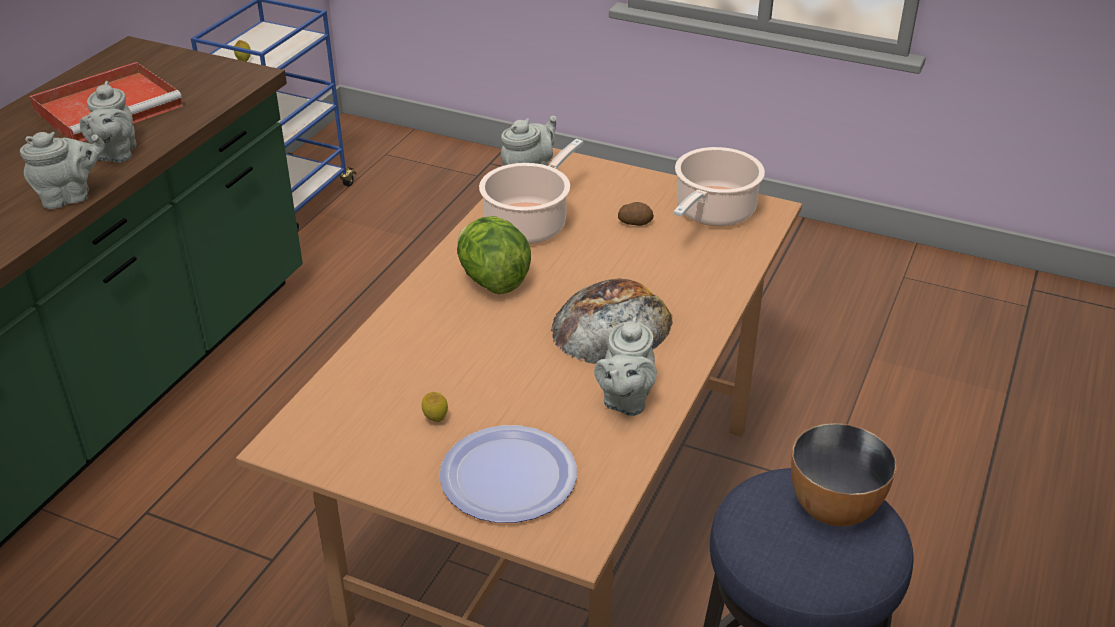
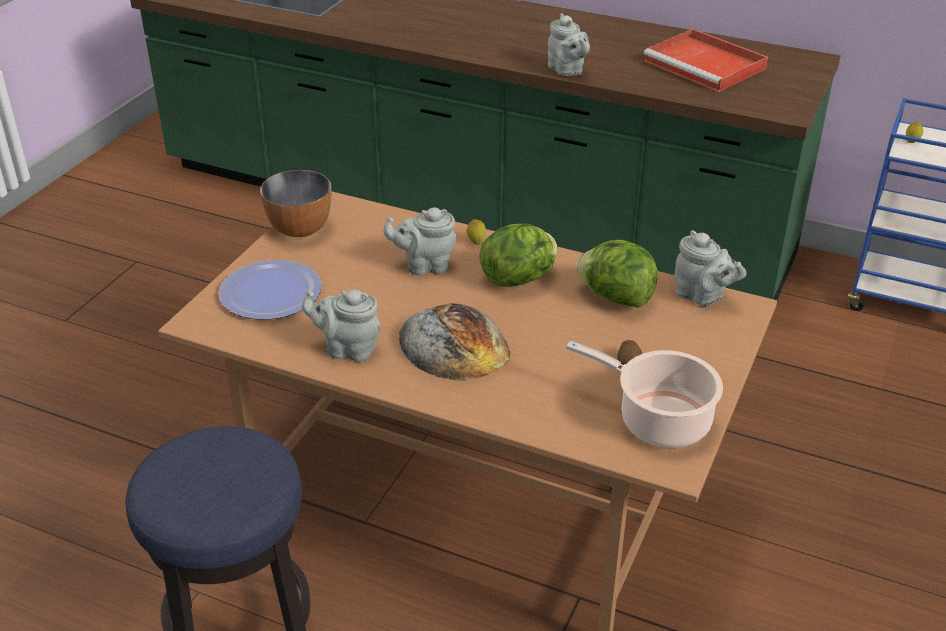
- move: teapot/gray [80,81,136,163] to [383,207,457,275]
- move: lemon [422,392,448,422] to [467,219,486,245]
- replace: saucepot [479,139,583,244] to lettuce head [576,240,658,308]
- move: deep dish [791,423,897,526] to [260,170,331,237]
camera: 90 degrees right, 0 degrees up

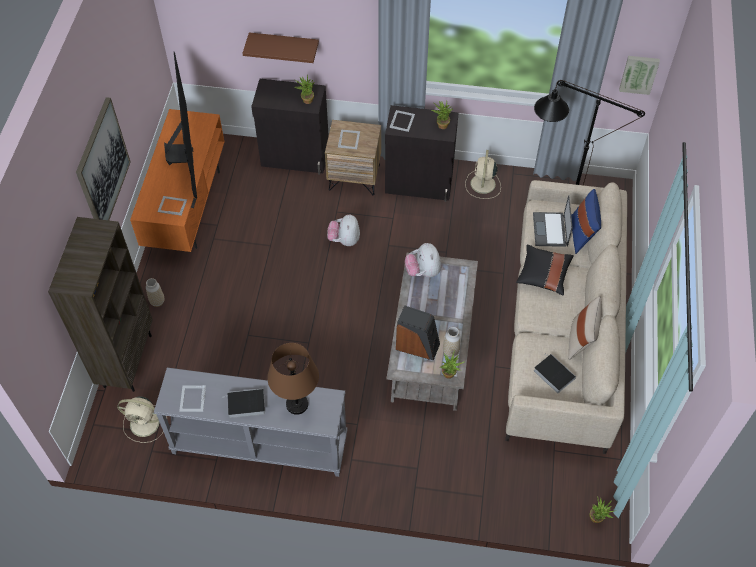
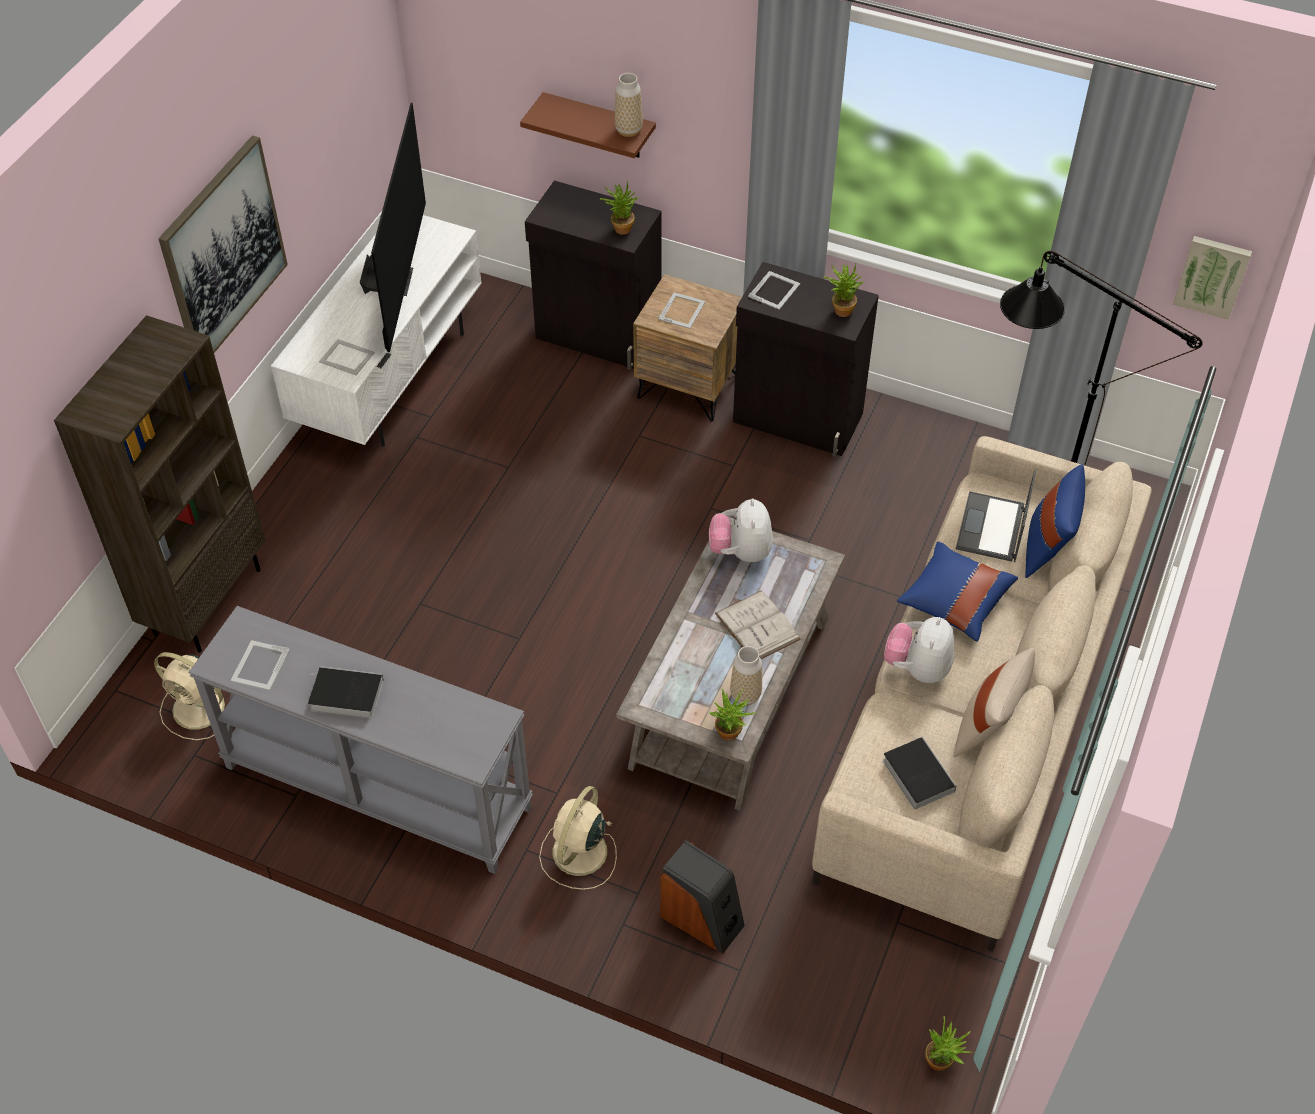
- recolor: tv unit/orangey [130,109,225,252] to tv unit/white [271,215,482,447]
- move: vase [146,278,165,307] to [615,73,643,137]
- delete: tabletop lamp/brownish [267,343,319,415]
- move: soft toy [327,214,360,246] to [884,617,954,683]
- move: audio speaker [396,306,440,360] to [660,840,745,954]
- move: electric fan/beige-coloured [465,150,501,199] to [539,786,617,890]
- recolor: pillow/blackish [516,244,574,295] to pillow/blue [897,541,1018,641]
- insert: bound book/white [715,590,801,659]
camera: 15 degrees right, 5 degrees down

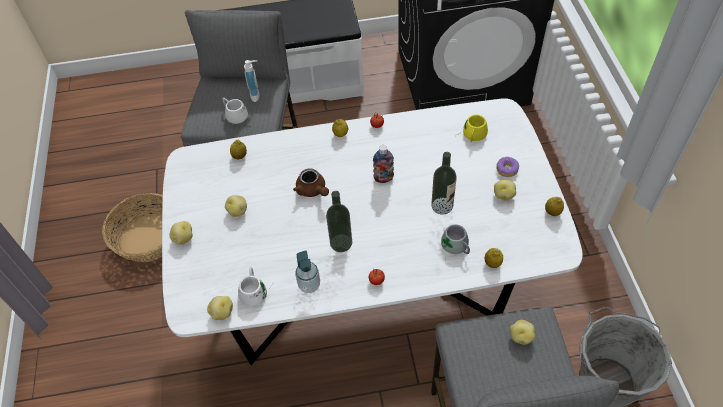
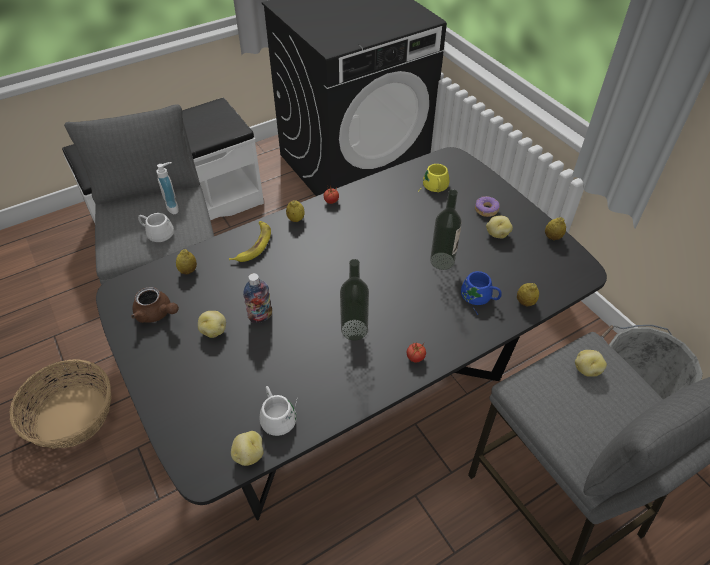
- recolor: dinner table/white [162,98,583,365] to dinner table/blackish [96,147,607,521]
- delete: whole potato [170,221,193,244]
- move: teapot/brownish [293,169,329,197] to [131,287,179,323]
- delete: soap bottle [295,250,320,293]
- move: drink bottle [373,145,394,183] to [243,273,272,323]
- recolor: mug/gray [441,224,470,256] to mug/blue [461,271,502,313]
- insert: banana [229,221,271,262]
camera: 25 degrees left, 5 degrees down

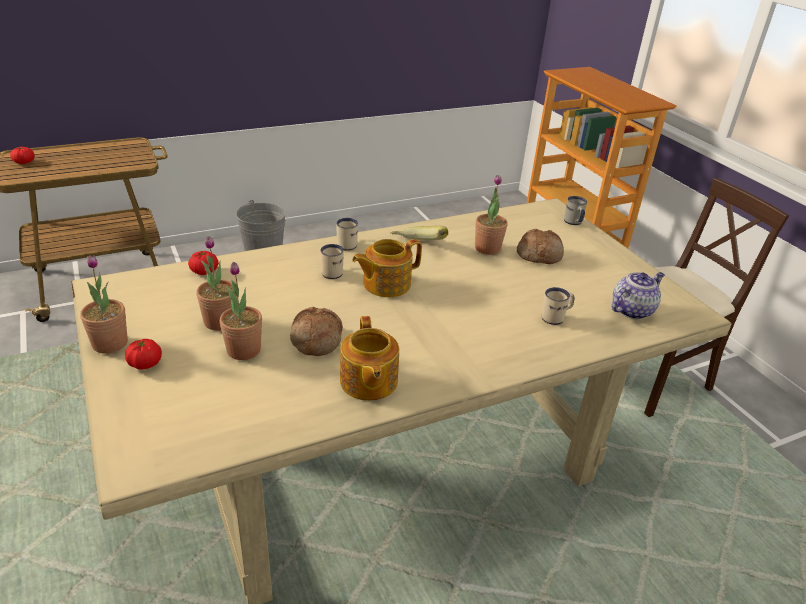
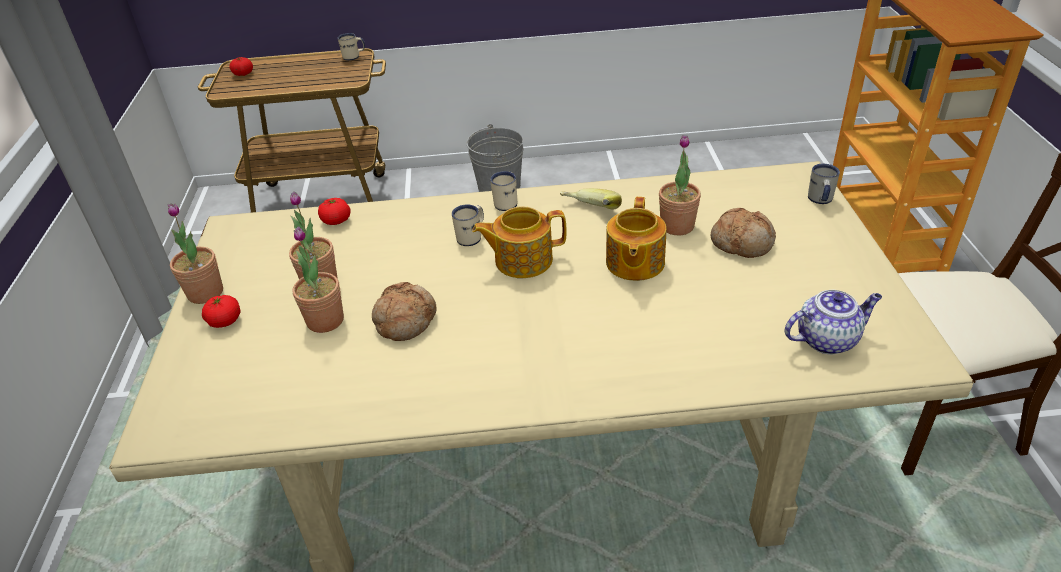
- move: teapot [340,316,399,401] to [606,197,666,281]
- move: mug/beige-coloured [542,287,574,325] to [338,33,365,61]
camera: 25 degrees right, 5 degrees up

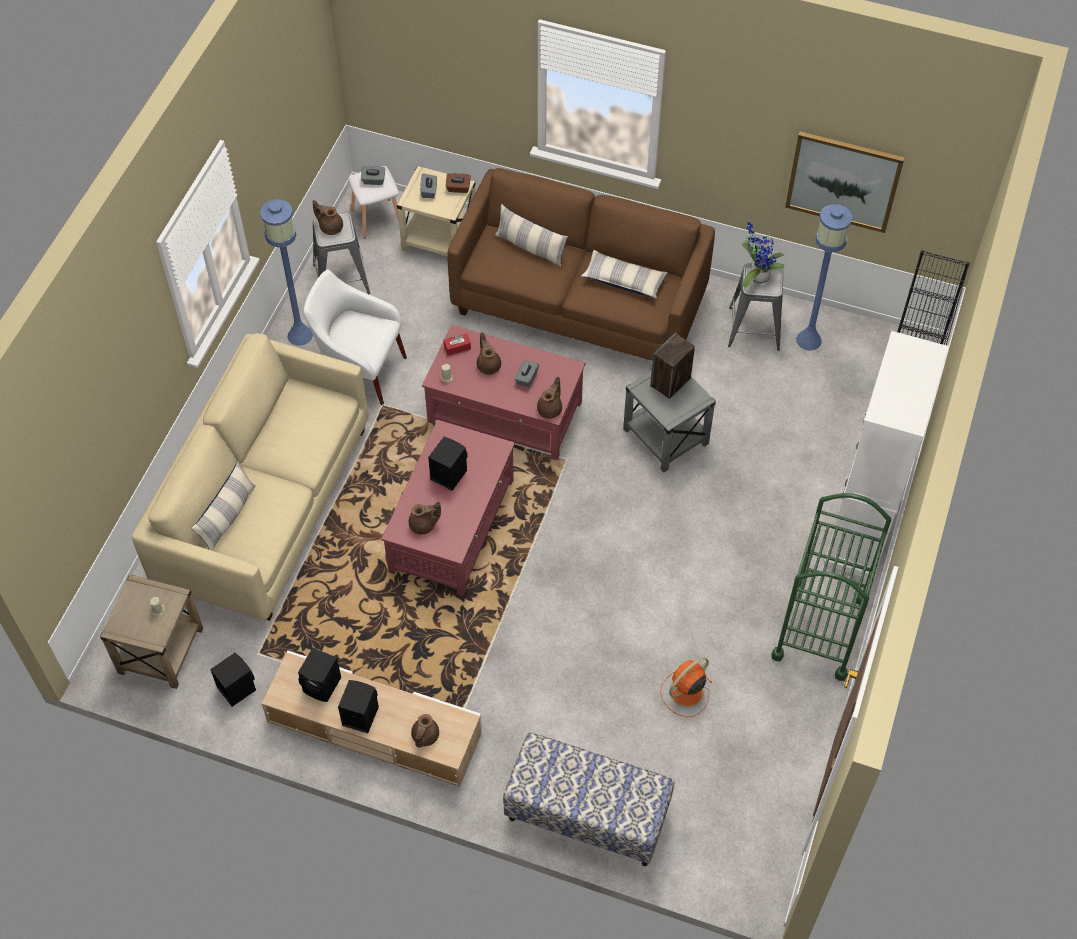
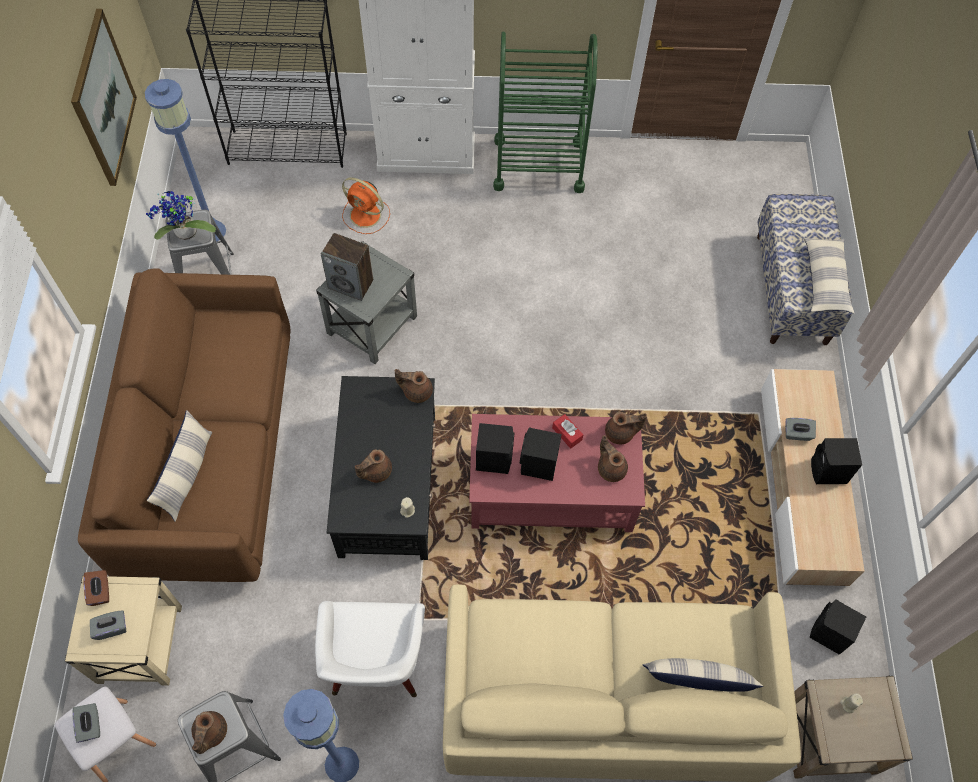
- move: audio speaker/blackish [298,648,341,702] to [476,423,515,474]
- move: teapot/brownish [411,714,439,748] to [605,412,647,444]
- recolor: low table/reddish [422,325,585,460] to low table/blackish [326,376,435,560]
- move: tissue box/reddish [444,333,471,356] to [552,414,583,449]
- move: tissue box/gray [515,361,539,388] to [785,418,816,441]
- move: pillow [581,250,668,299] to [804,238,854,313]
- move: electric fan/orangey [660,657,713,717] to [342,177,390,234]
camera: 110 degrees left, 5 degrees up

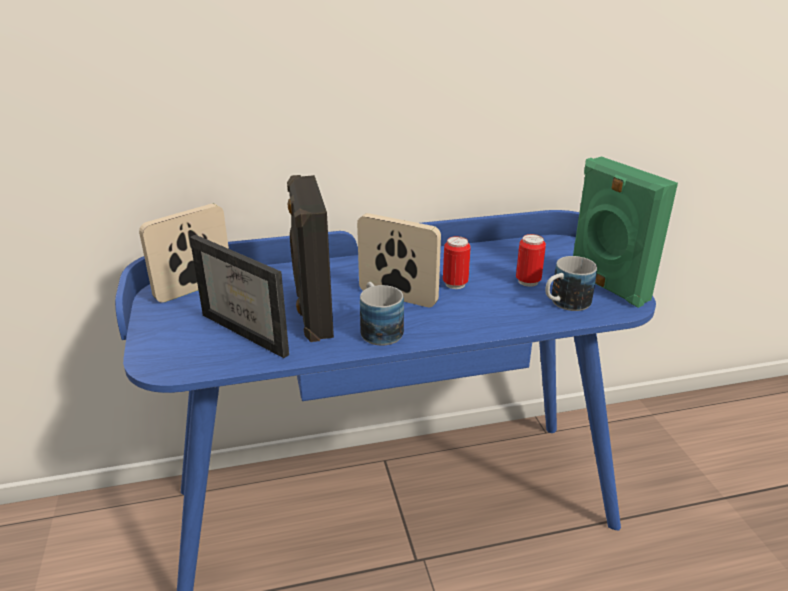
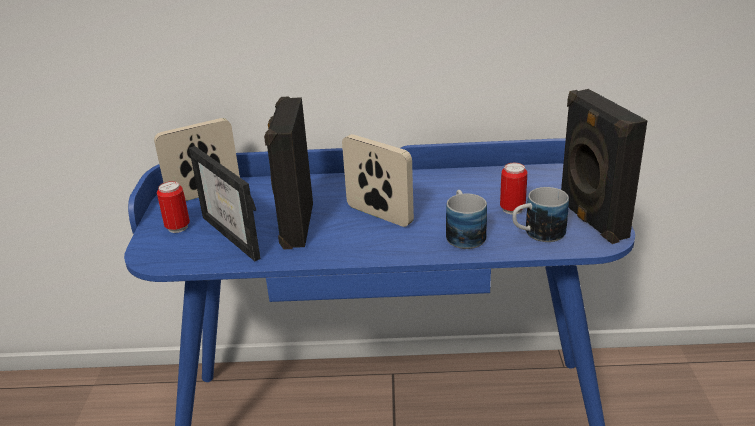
- move: mug [360,282,404,346] to [446,190,487,249]
- move: metal can [443,236,471,289] to [157,181,190,233]
- recolor: audio speaker/greenish [573,156,678,308] to audio speaker/blackish [561,89,648,244]
camera: 15 degrees right, 0 degrees up

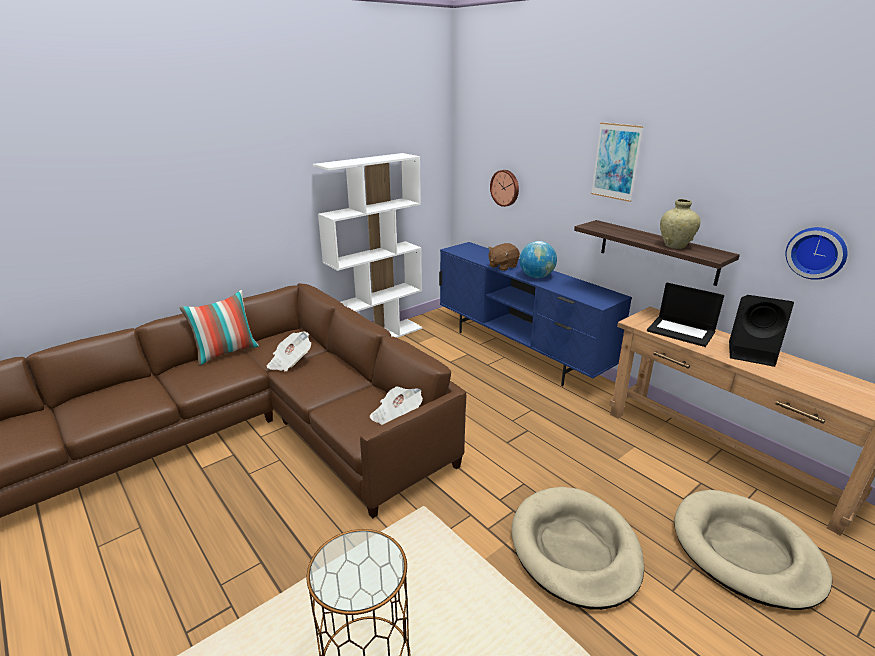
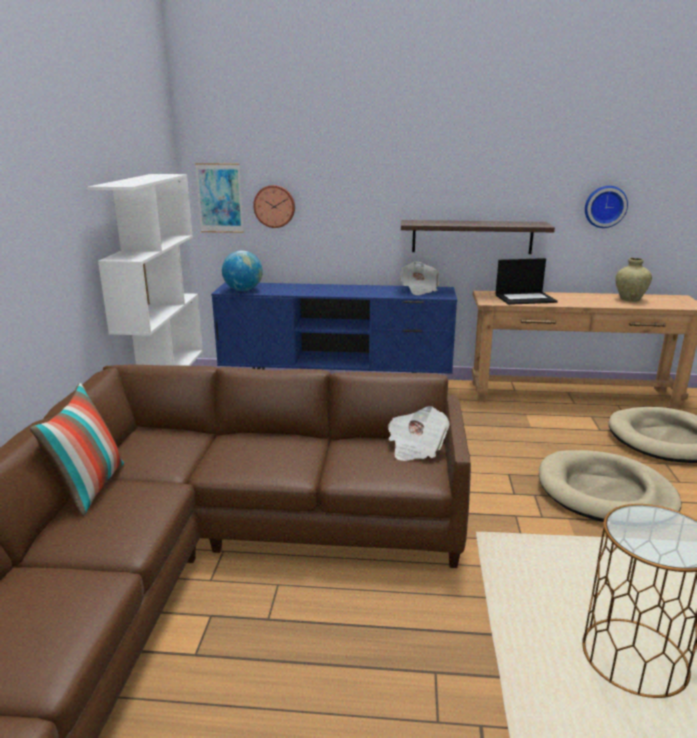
- move: newspaper [267,332,311,371] to [399,262,439,295]
- delete: soft toy/brownish [488,243,520,271]
- move: globe [519,241,557,278] to [222,251,263,291]
- move: wall art [591,122,643,202] to [195,163,244,233]
- move: vase/beige-coloured [660,199,701,249] to [615,258,652,302]
- delete: audio speaker/blackish [729,295,794,367]
camera: 45 degrees left, 5 degrees down

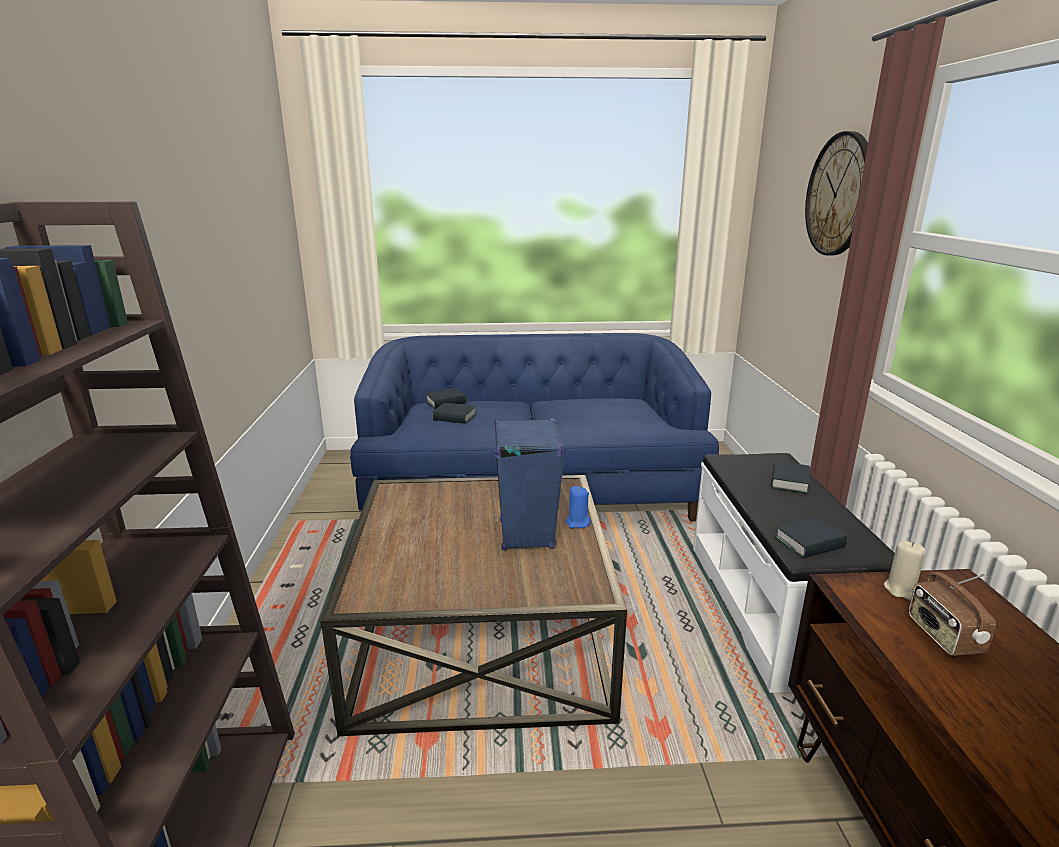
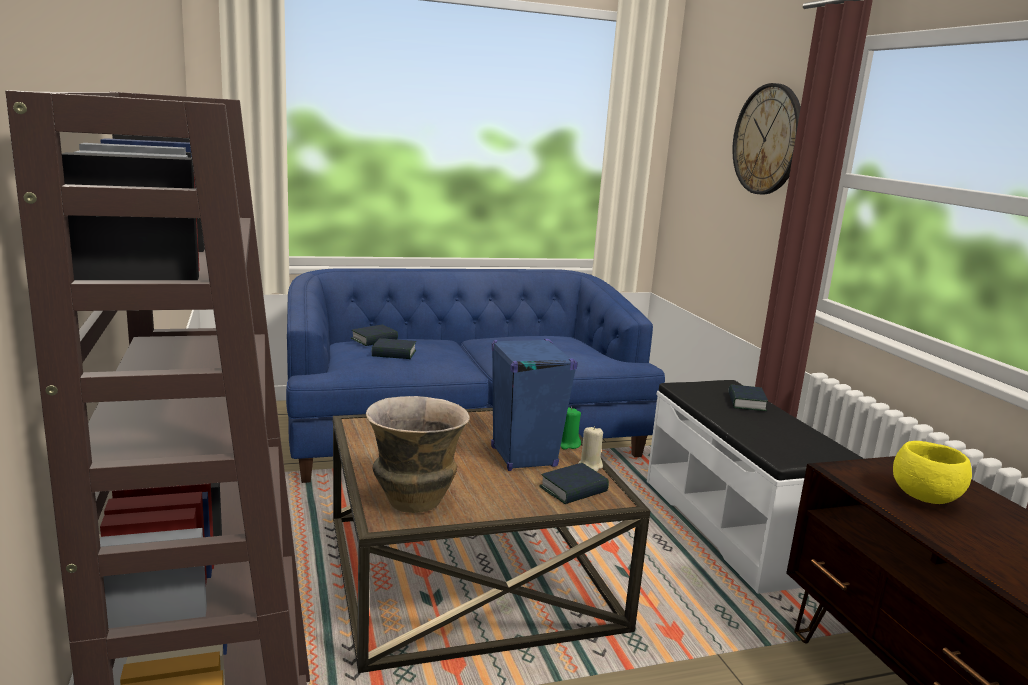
- recolor: wax light/blue [565,486,591,528] to wax light/greenish [560,407,581,449]
- move: bound book [774,517,847,559] to [539,463,609,504]
- move: wax light/beige-coloured [884,541,926,601] to [578,426,603,472]
- replace: radio receiver [908,572,996,656] to deep dish/yellowish [893,441,972,504]
- insert: vase [366,396,470,513]
camera: 15 degrees left, 5 degrees down

